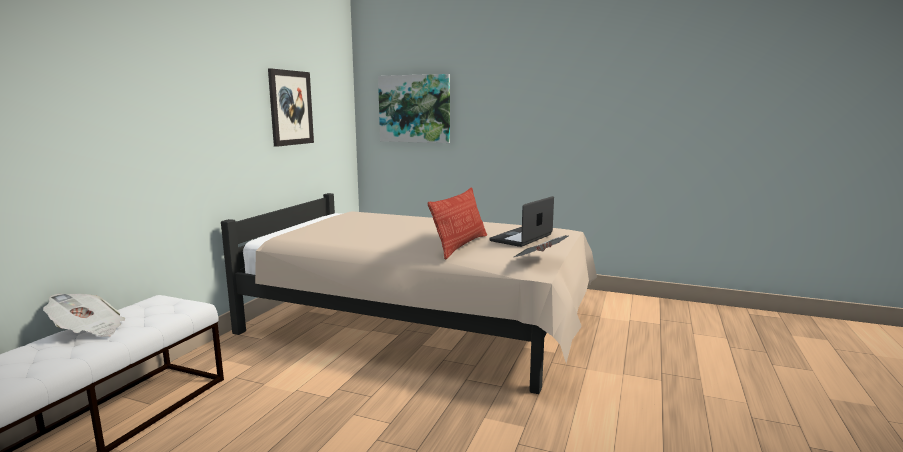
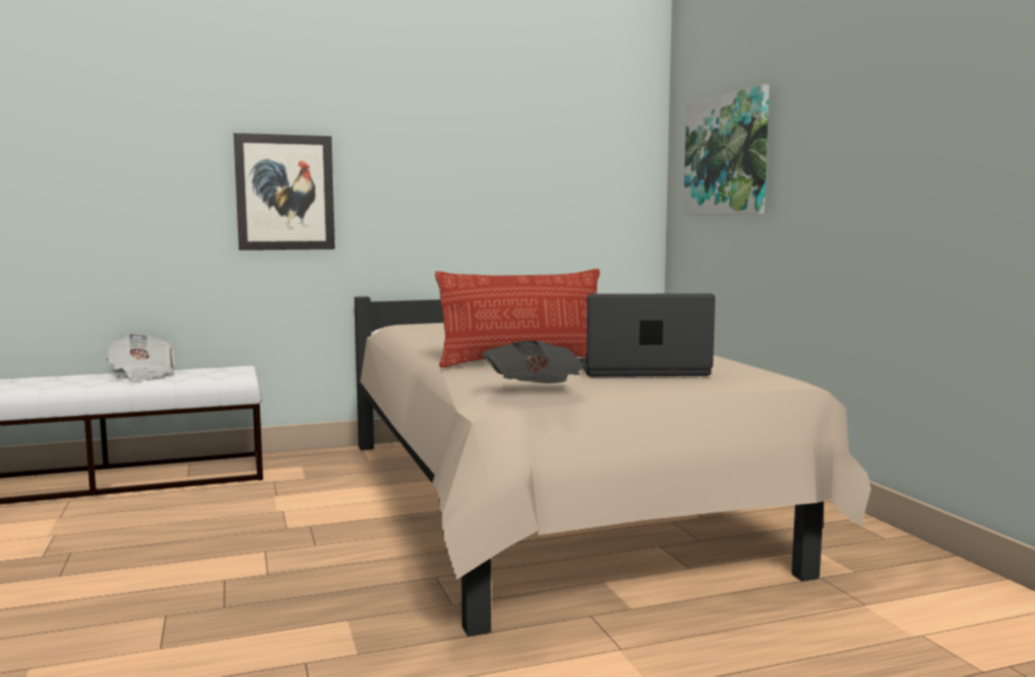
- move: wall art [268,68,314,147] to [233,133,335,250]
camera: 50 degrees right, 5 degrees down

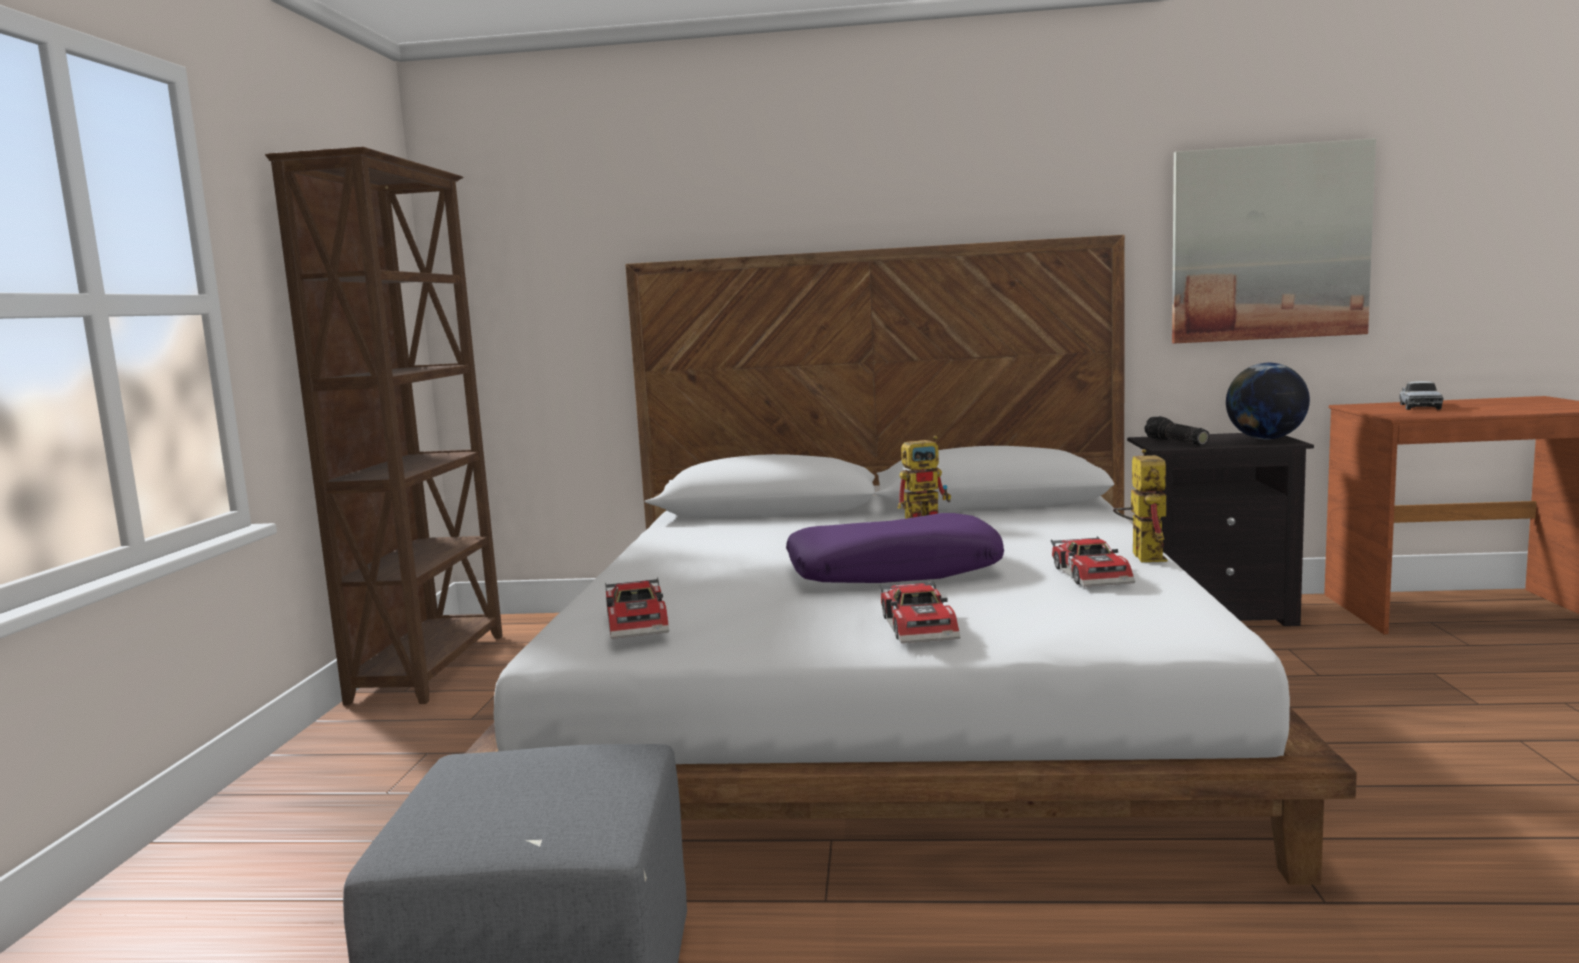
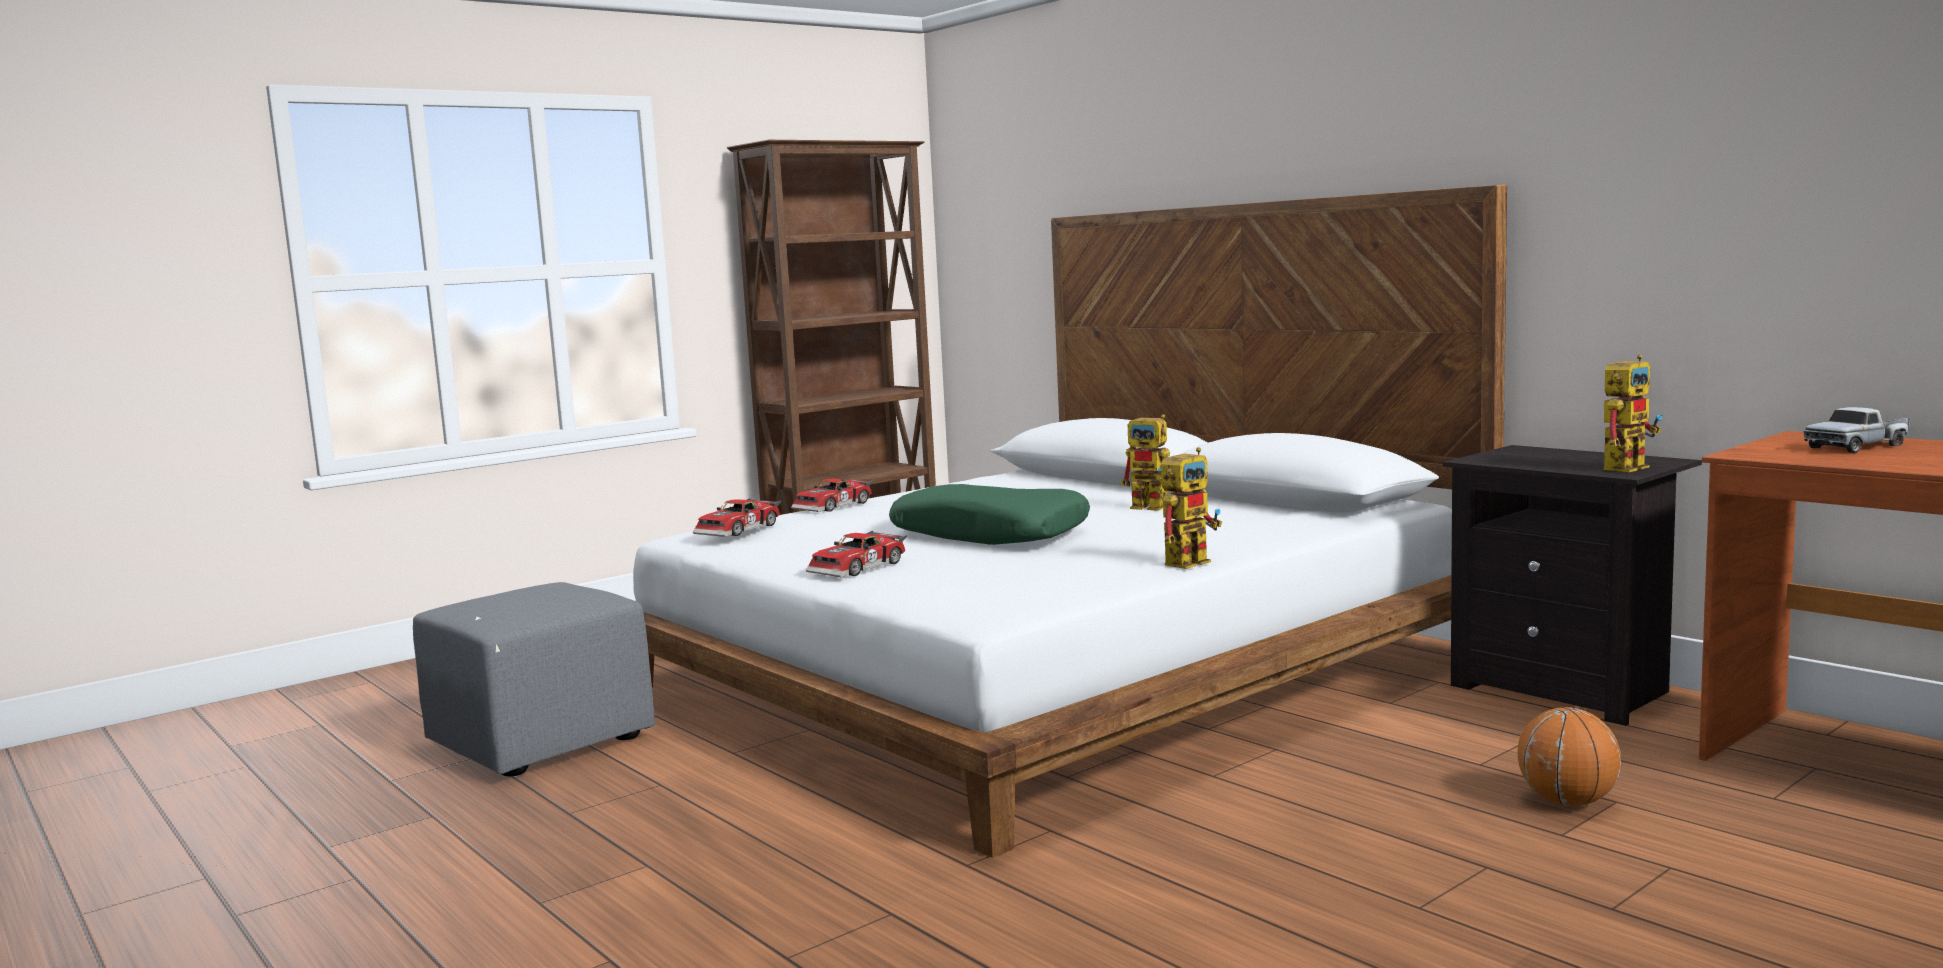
- recolor: pillow/purple-coloured [786,513,1004,583] to pillow/greenish [889,484,1090,545]
- move: miniature car [1051,536,1135,587] to [791,478,873,512]
- delete: hand torch [1145,416,1210,446]
- delete: wall art [1172,138,1376,343]
- replace: globe [1226,363,1310,440] to model robot [1604,354,1662,472]
- insert: basketball [1517,707,1621,806]
camera: 45 degrees right, 0 degrees up

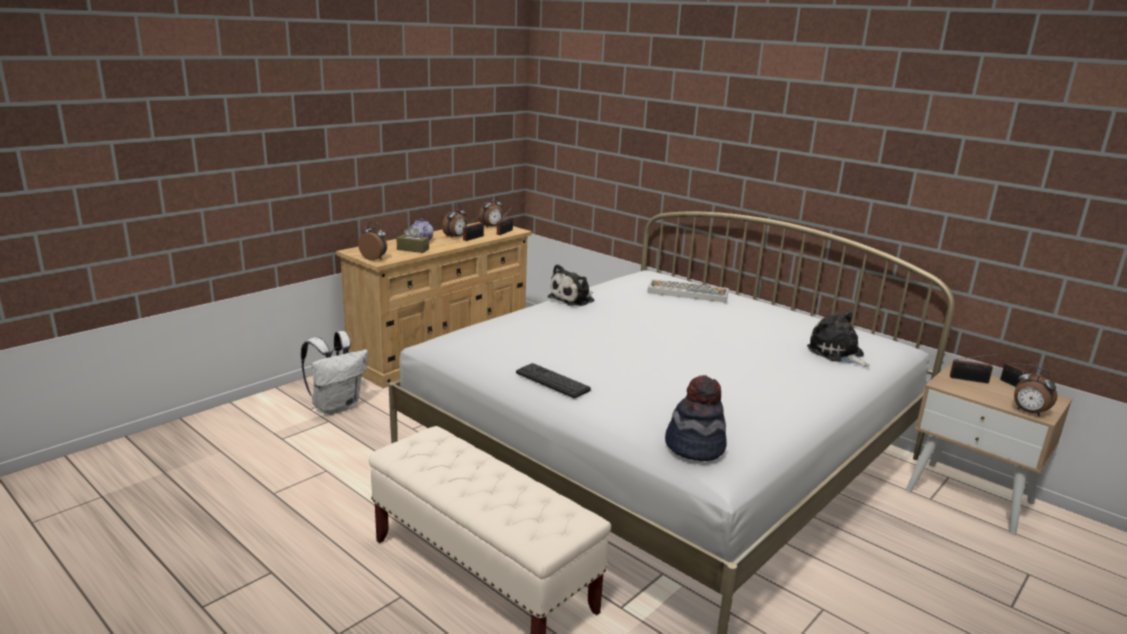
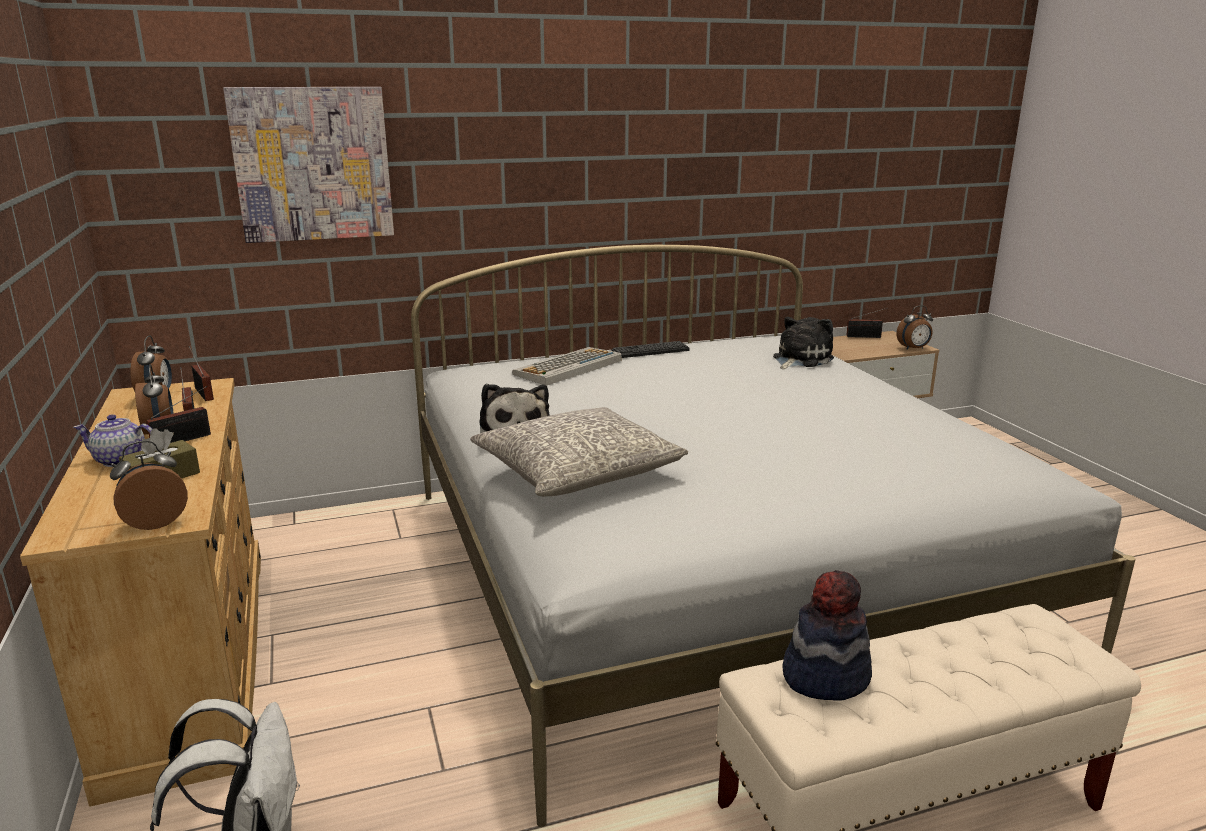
- move: PC keyboard [516,363,591,399] to [612,341,690,358]
- move: wearable hat [665,375,727,461] to [783,570,872,701]
- rotate: soft toy [807,311,870,367] = [773,317,834,369] 135 degrees clockwise
- move: radio receiver [950,354,997,384] to [146,386,211,443]
- insert: wall art [223,87,394,243]
- insert: pillow/gray [470,407,688,496]
camera: 60 degrees left, 0 degrees up

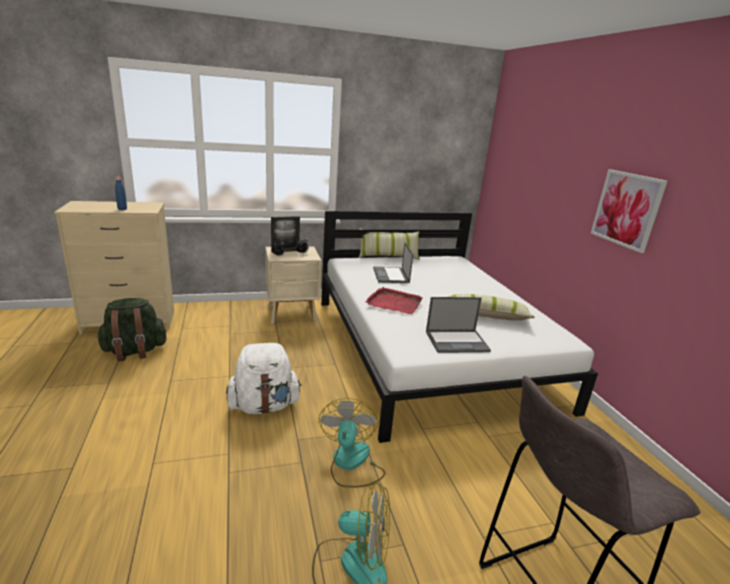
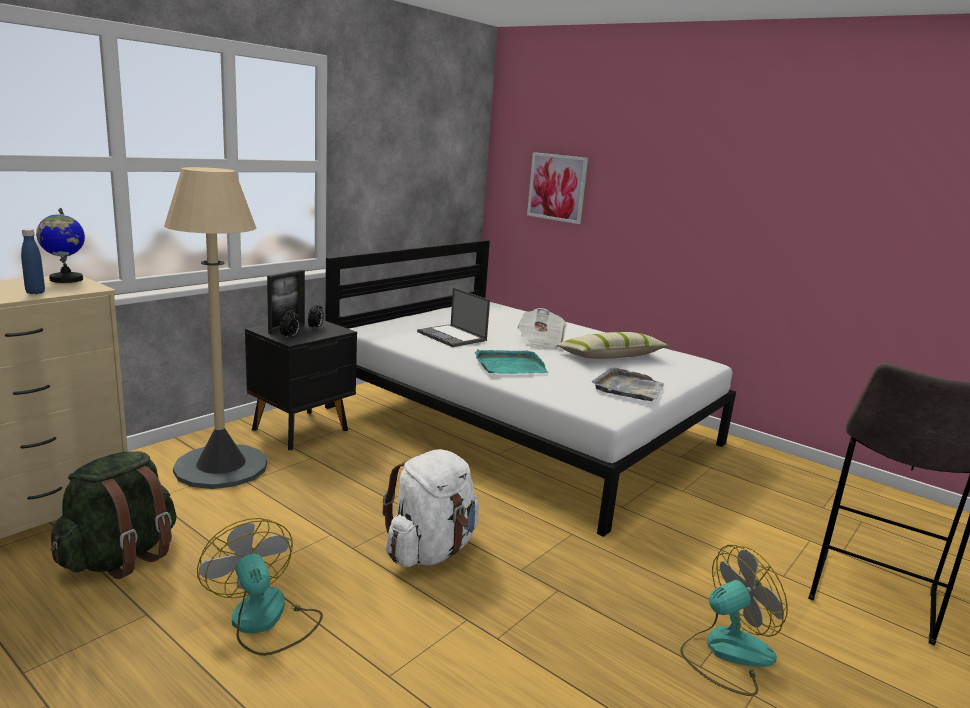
- recolor: bedside table/beige-coloured [265,246,322,323] to bedside table/blackish [245,317,357,450]
- move: electric fan [319,398,385,488] to [197,518,323,656]
- delete: pillow [359,228,420,260]
- recolor: tray/reddish [366,287,423,314] to tray/turquoise [475,349,548,374]
- replace: notebook computer [426,297,491,353] to tray/gray [592,368,664,401]
- move: wall art [591,169,668,253] to [527,152,588,224]
- insert: globe [36,208,85,283]
- insert: floor lamp/beige-coloured [164,167,267,489]
- insert: newspaper [518,308,567,350]
camera: 35 degrees left, 5 degrees down

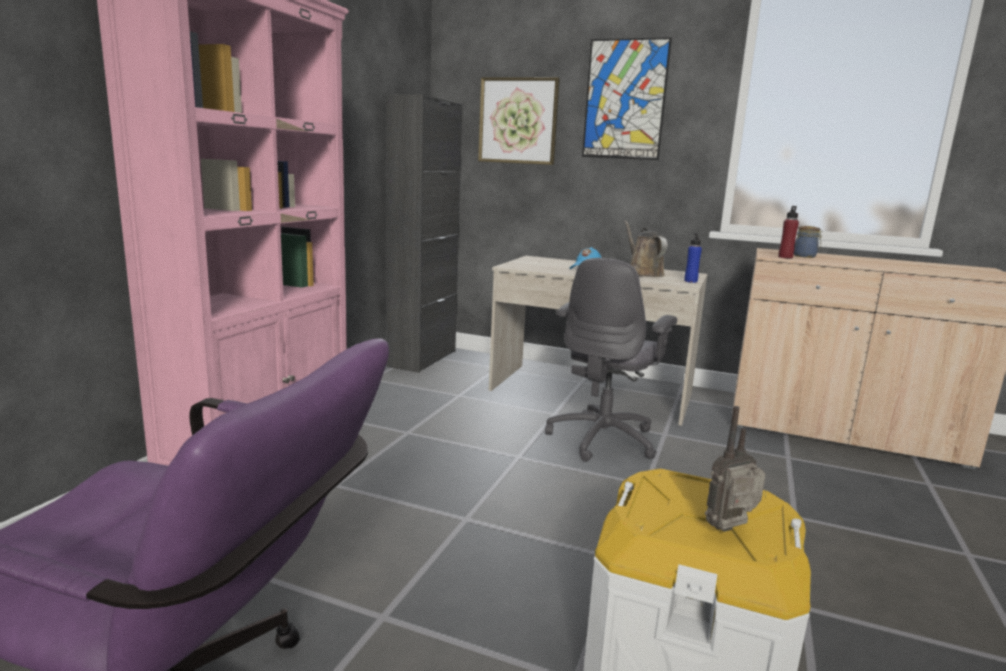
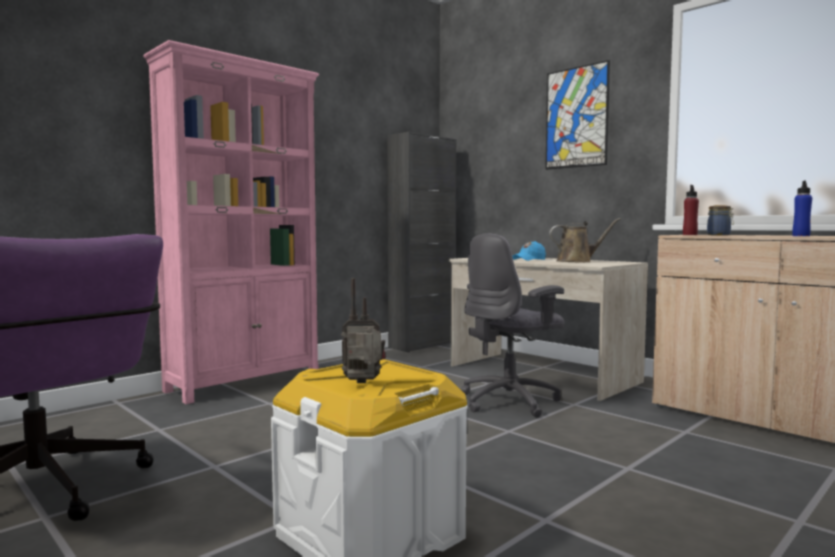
- delete: wall art [478,77,560,165]
- rotate: watering pot/brownish [624,220,667,277] = [549,218,621,263] 75 degrees clockwise
- move: drink bottle/blue [684,233,702,283] to [792,181,812,236]
camera: 25 degrees right, 10 degrees down

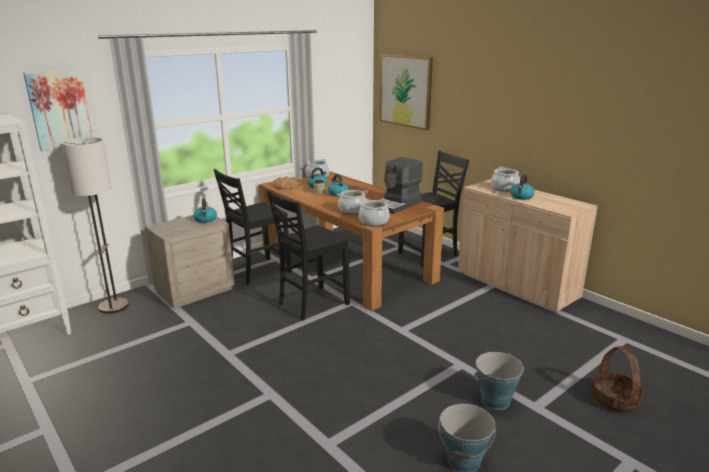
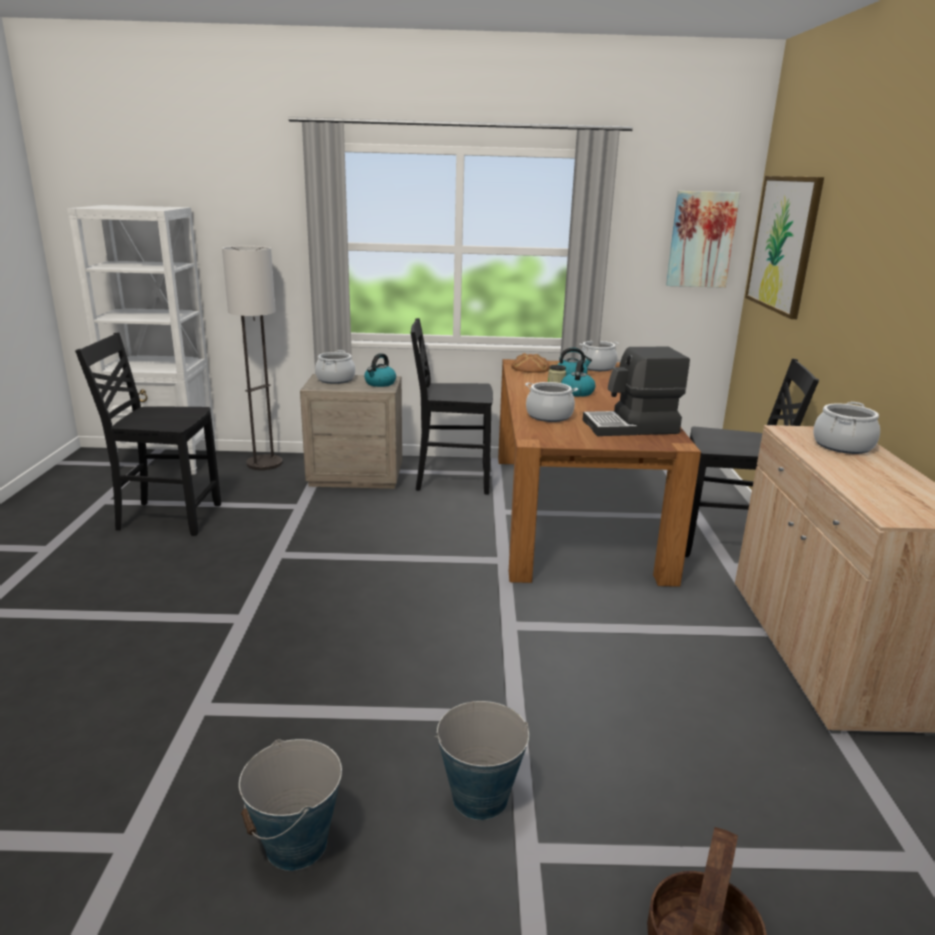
- move: wall art [23,69,93,151] to [666,191,740,288]
- move: upright chair/blackish [266,189,350,321] to [75,332,221,536]
- move: saucepot [359,199,389,226] to [315,350,355,384]
- delete: water kettle [510,175,535,200]
camera: 40 degrees right, 0 degrees up

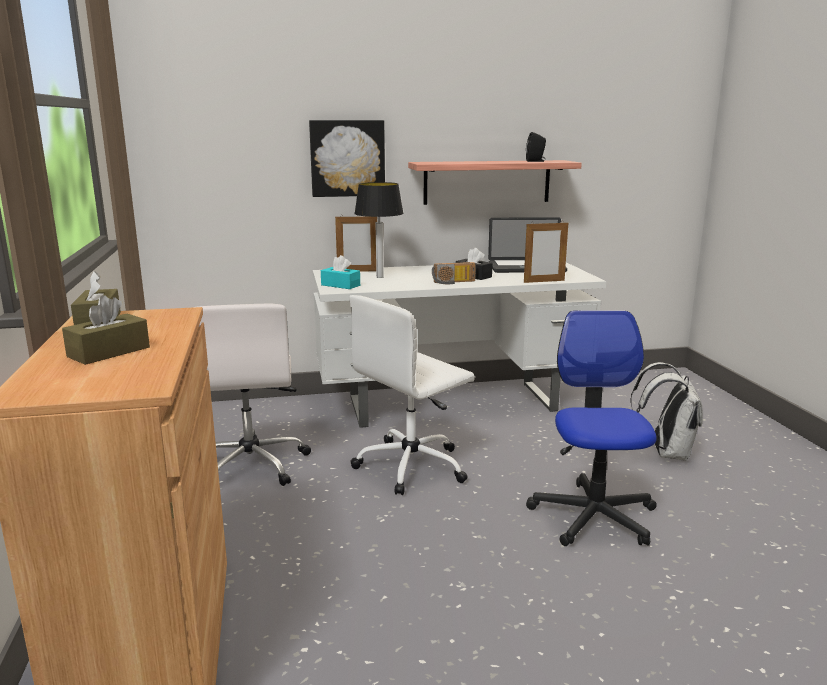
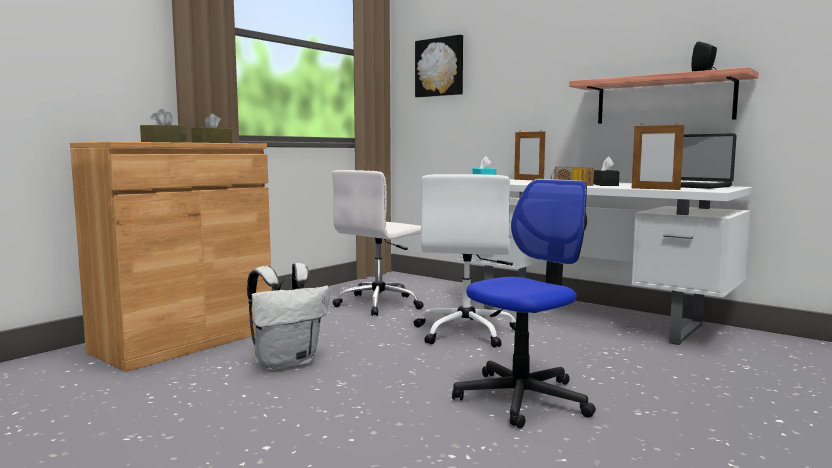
- move: wall art [309,120,385,197] to [415,35,463,97]
- rotate: desk chair/white [349,295,475,495] = [414,174,516,348] 90 degrees counterclockwise
- delete: tabletop lamp [354,182,404,278]
- move: backpack/white [630,362,703,461] to [247,263,330,371]
camera: 50 degrees right, 10 degrees down

